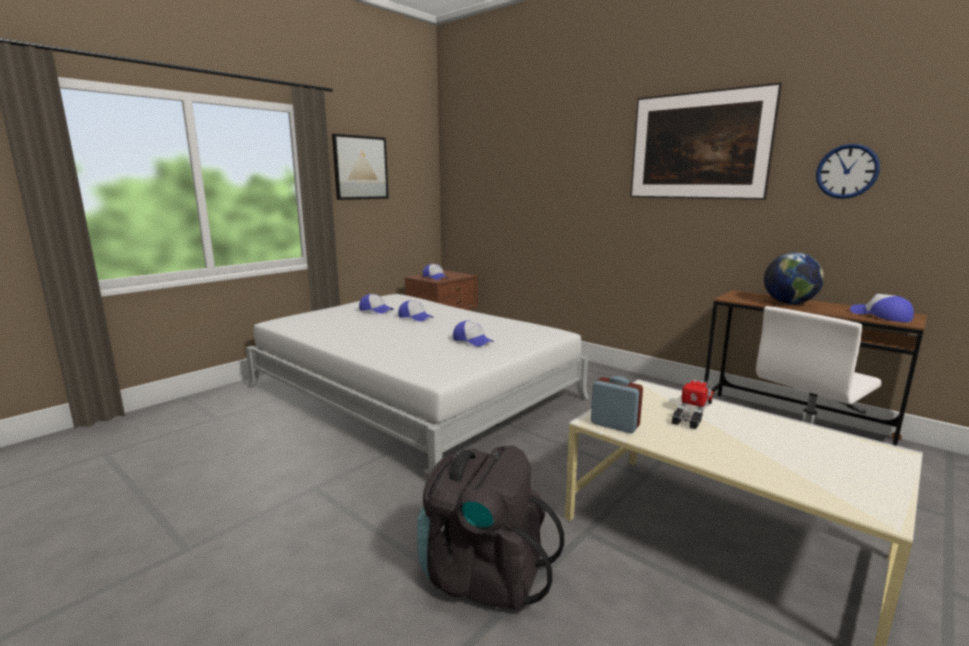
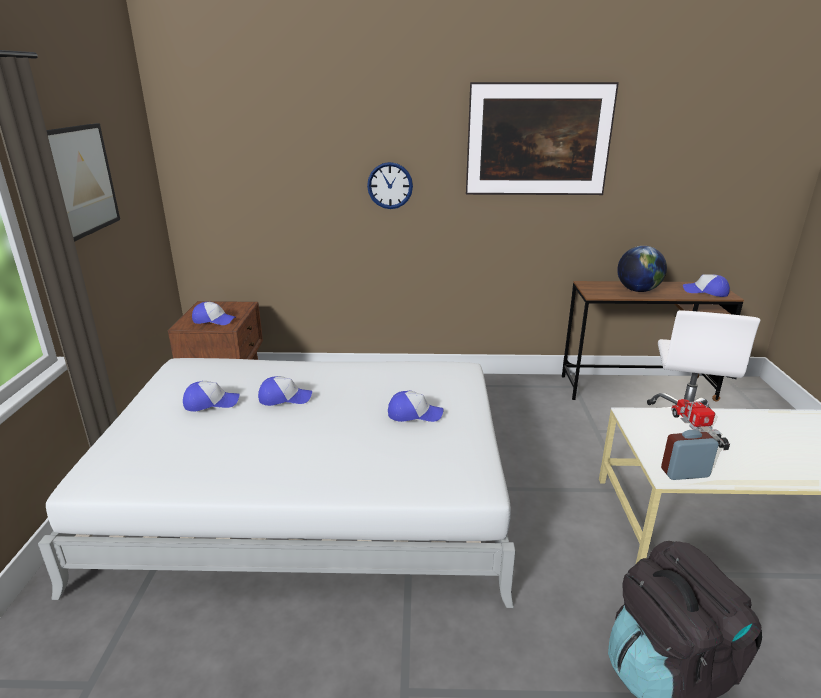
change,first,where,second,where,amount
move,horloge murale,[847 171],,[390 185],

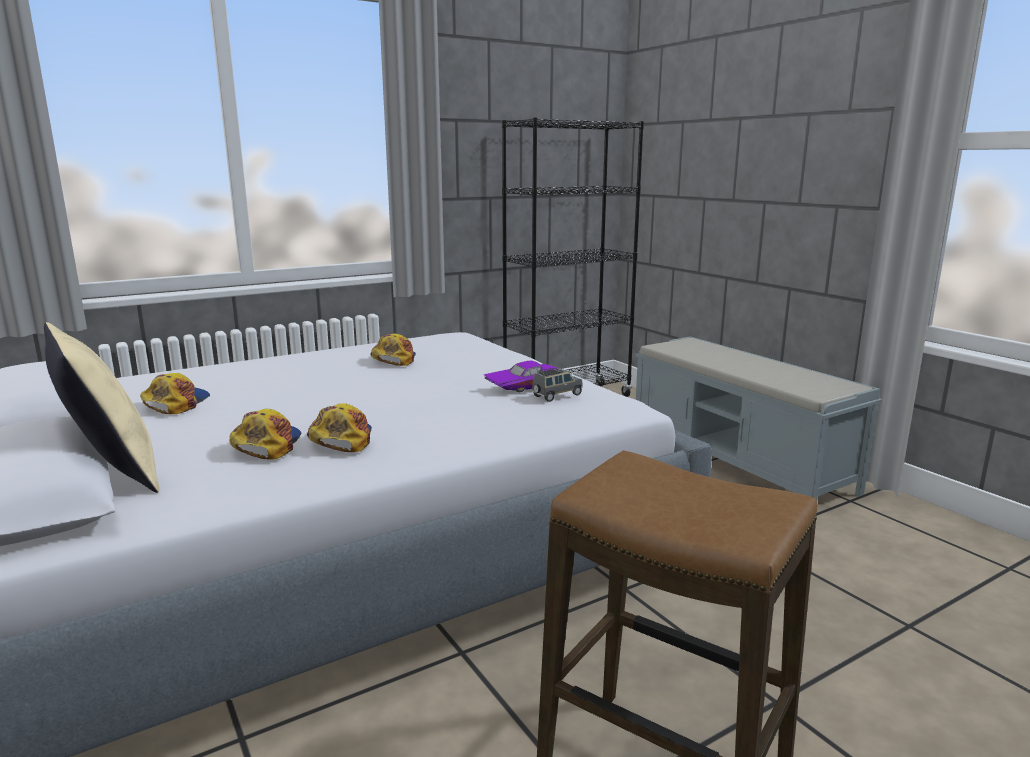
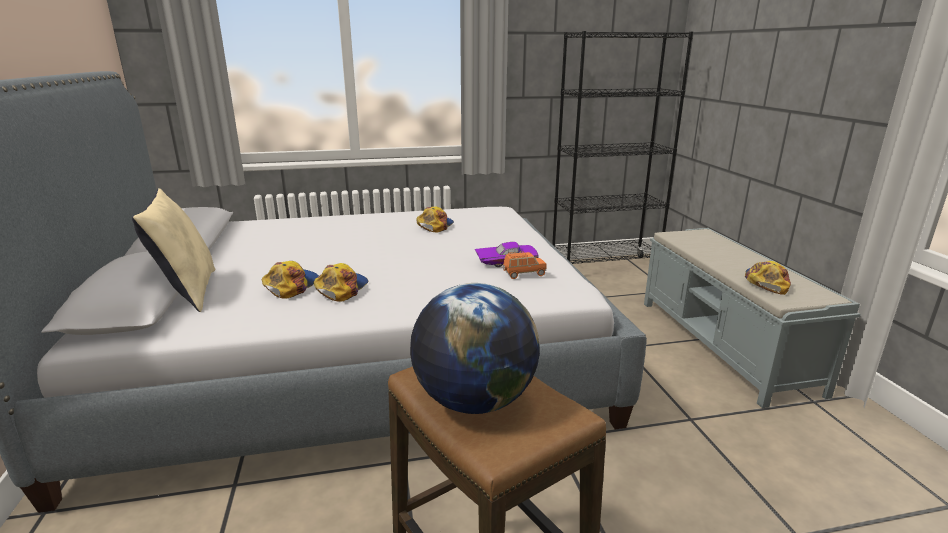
change,first,where,second,where,amount
insert,,,globe,[474 401],
recolor,petite voiture (gris),[556 396],petite voiture (orange),[523 274],
move,casquette,[176 403],,[765 283],

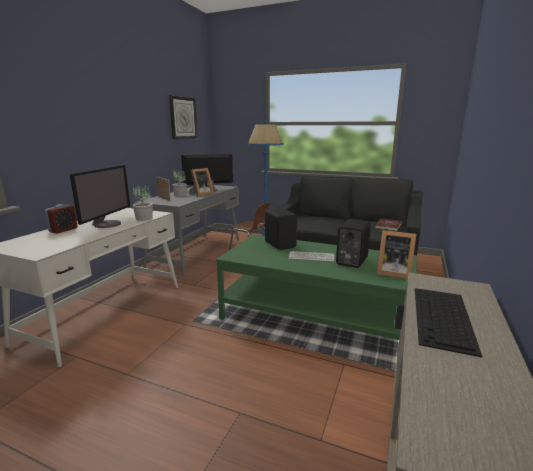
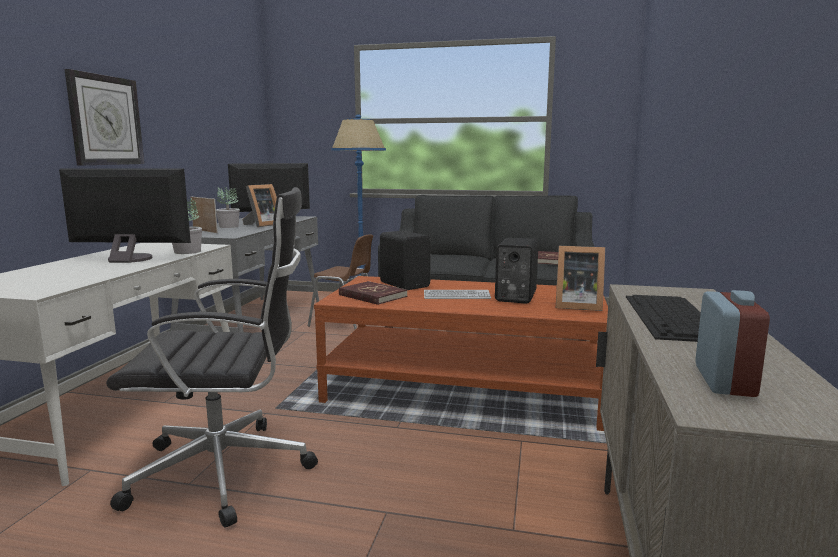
change,first,where,second,where,amount
rotate,écran d'ordinateur,[107 224],,[129 259],90 degrees counterclockwise
move,horloge murale,[183 118],,[105 120],
insert,,,chaise de bureau (noir),[227 472],
recolor,table basse (vert),[315 317],table basse (marron),[464 389],
insert,,,livre (rouge),[372 296],
move,réveil,[63 230],,[724 381],

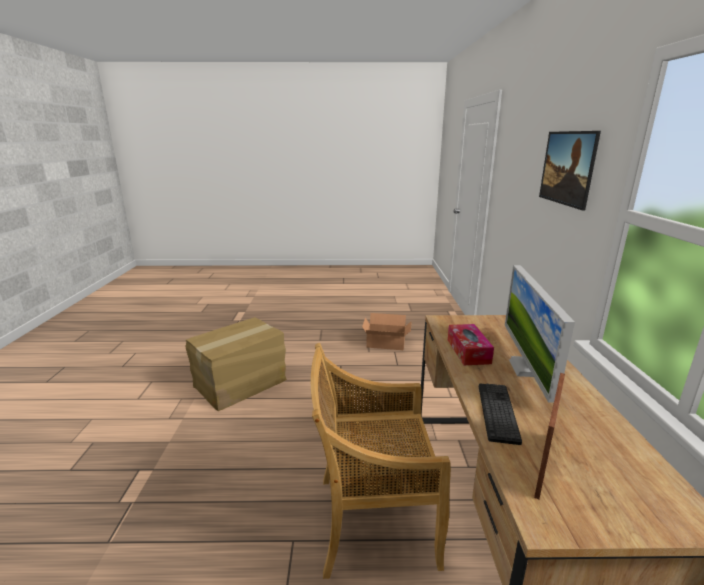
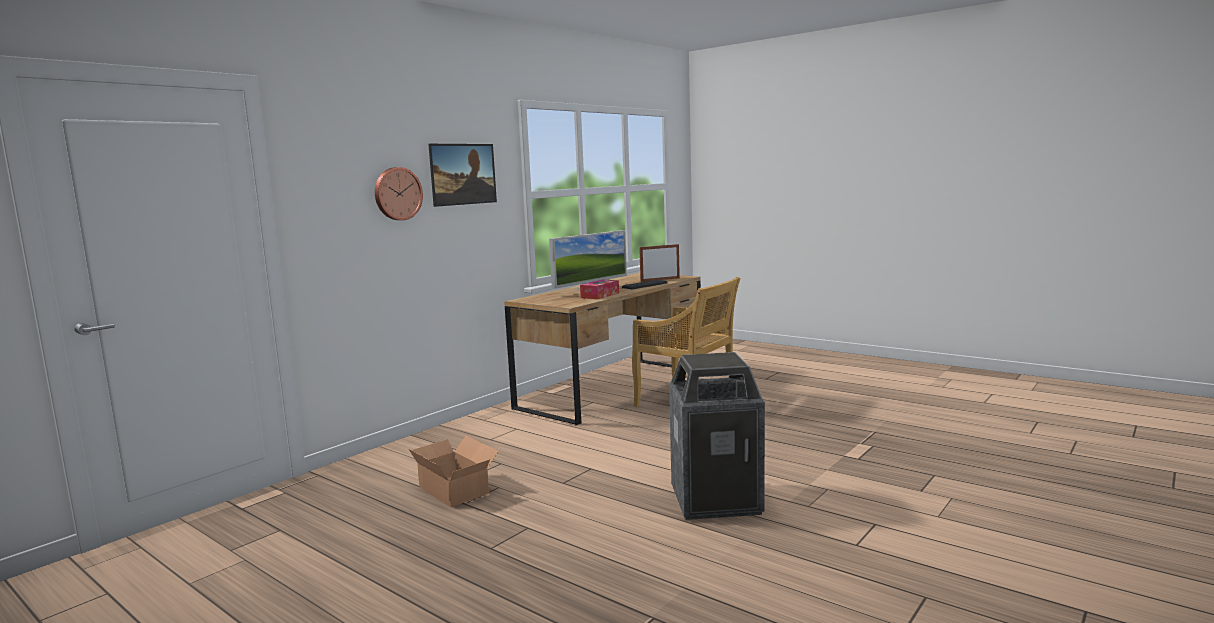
change,first,where,second,where,amount
insert,,,horloge murale,[397 193],
replace,carton,[241 383],poubelle,[716 500],

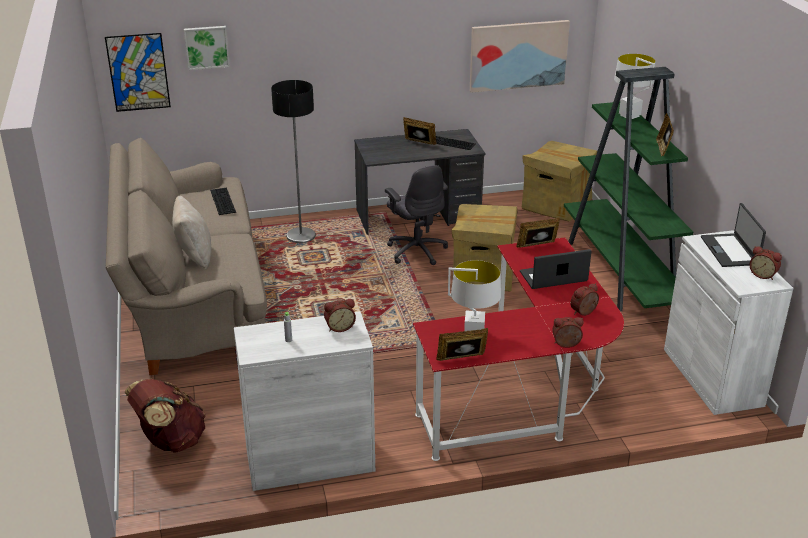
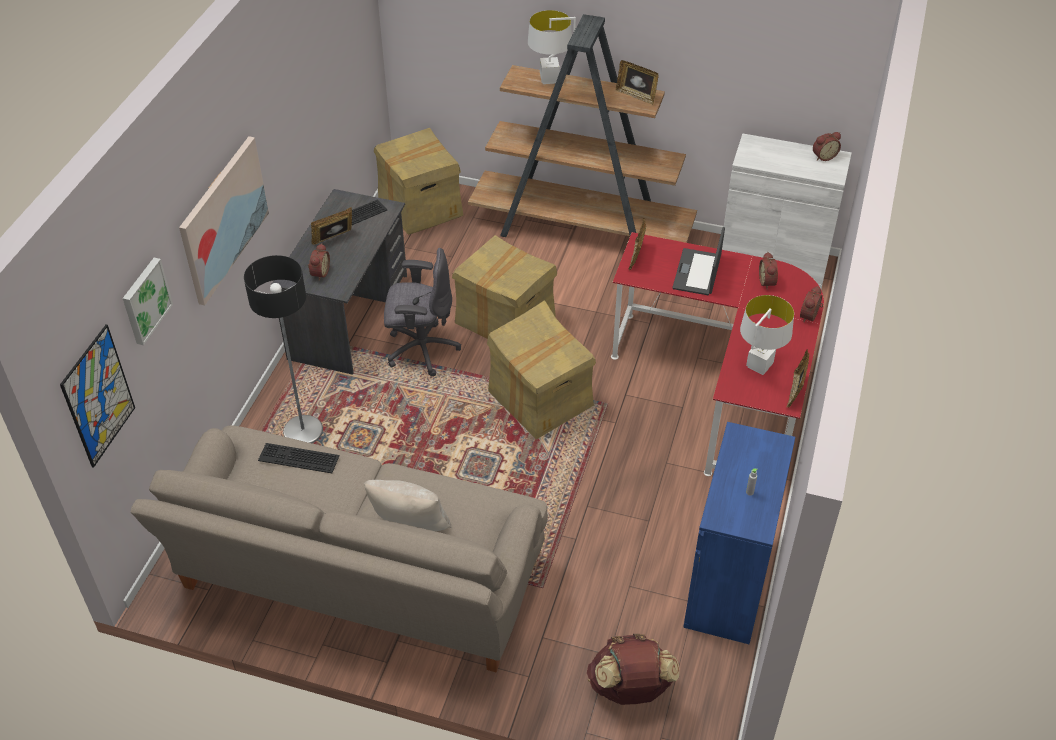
change,first,where,second,where,amount
move,tableau,[518 55],,[223 219],
move,réveil,[339 327],,[319 273],
recolor,bibliothèque (vert),[621 273],bibliothèque (marron),[581 230],
insert,,,carton,[540 398],
recolor,meuble de rangement (blanc),[310 460],meuble de rangement (bleu),[728 582],
delete,ordinateur portable,[730 250],,,

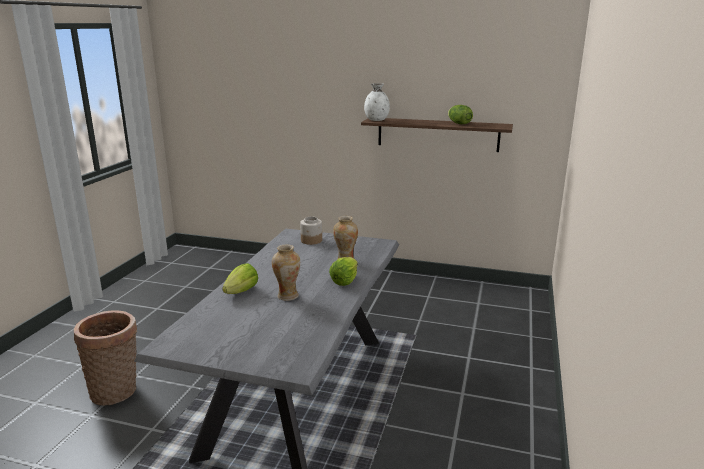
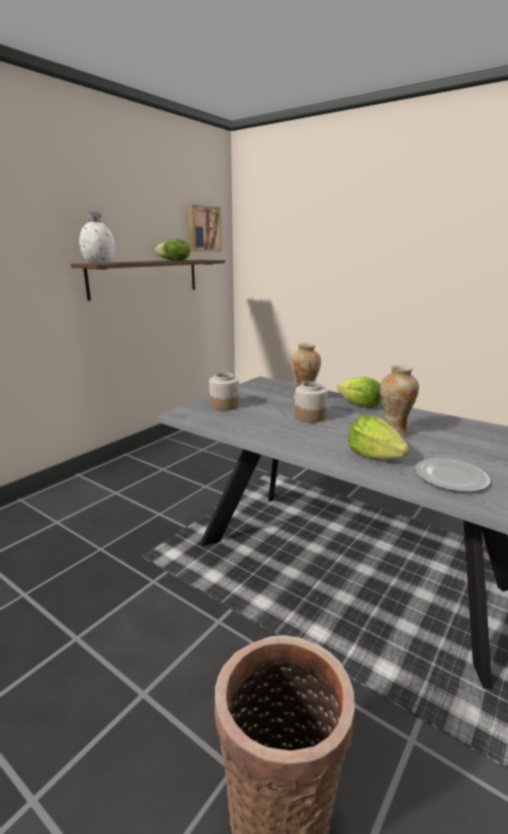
change,first,where,second,where,amount
insert,,,tableau,[203 229],
insert,,,bocal,[310 417],
insert,,,assiette,[449 477],

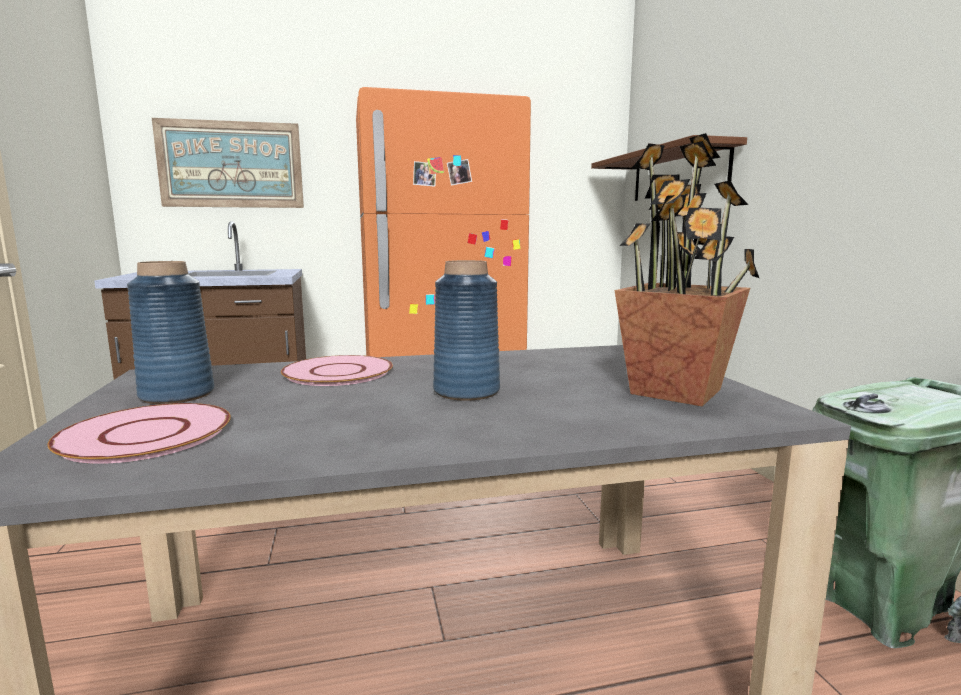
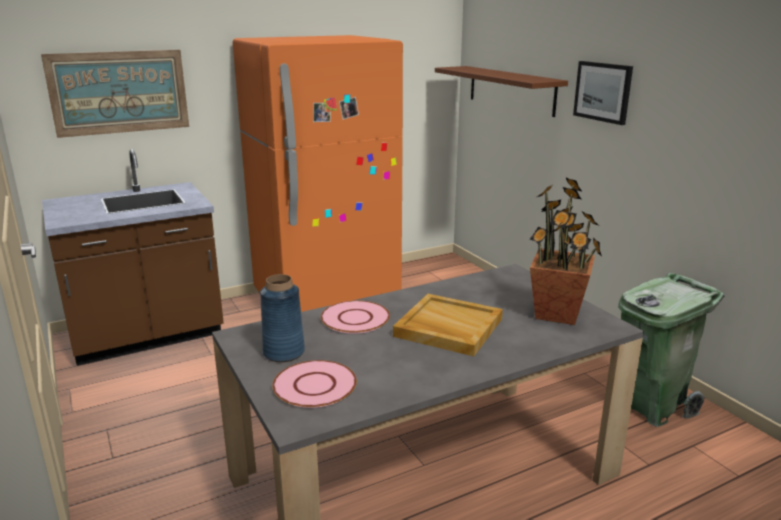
change,first,where,second,where,amount
replace,vase (bleu),[466 391],plateau (beige),[447 328],
insert,,,tableau,[603 92],

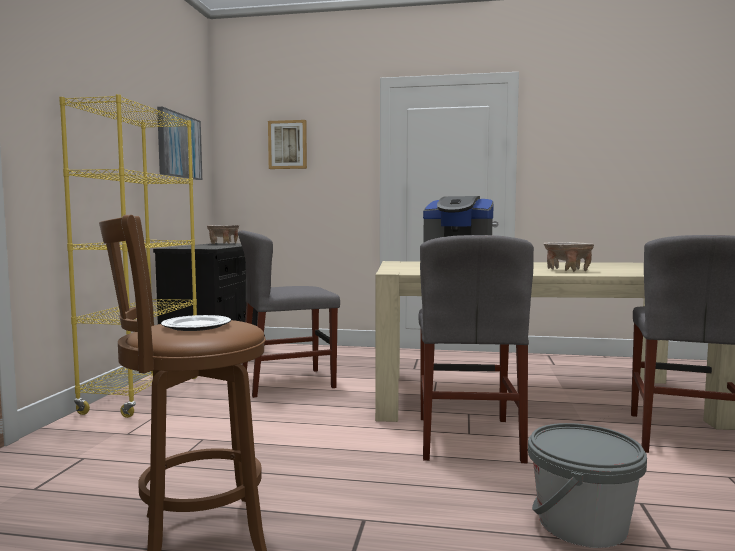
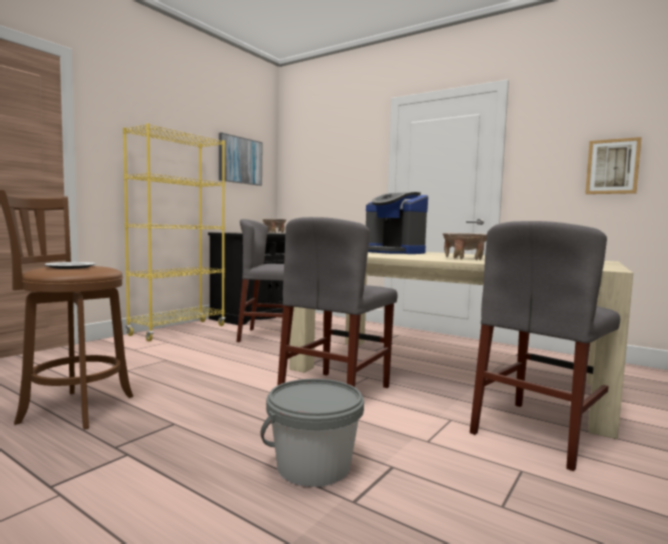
change,first,where,second,where,amount
move,tableau,[287 145],,[612 167],

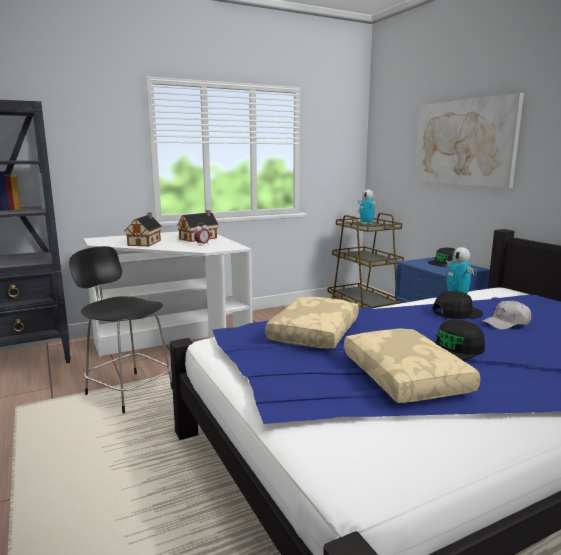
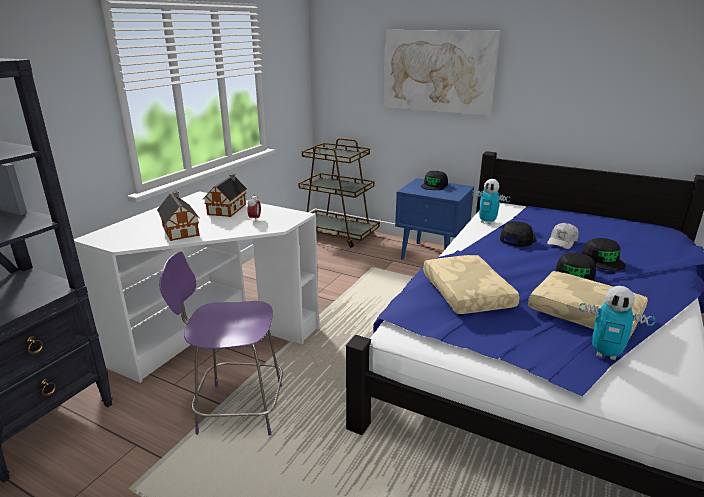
change,first,where,second,where,amount
recolor,chaise (noir),[128 391],chaise (violet),[237 409],
move,robot jouet,[366 224],,[605 354],
insert,,,casquette (noir),[603 260],

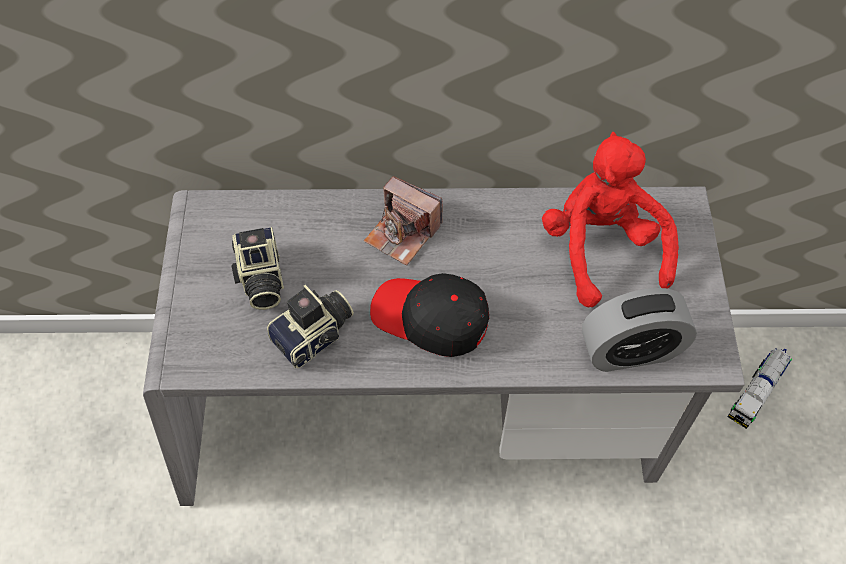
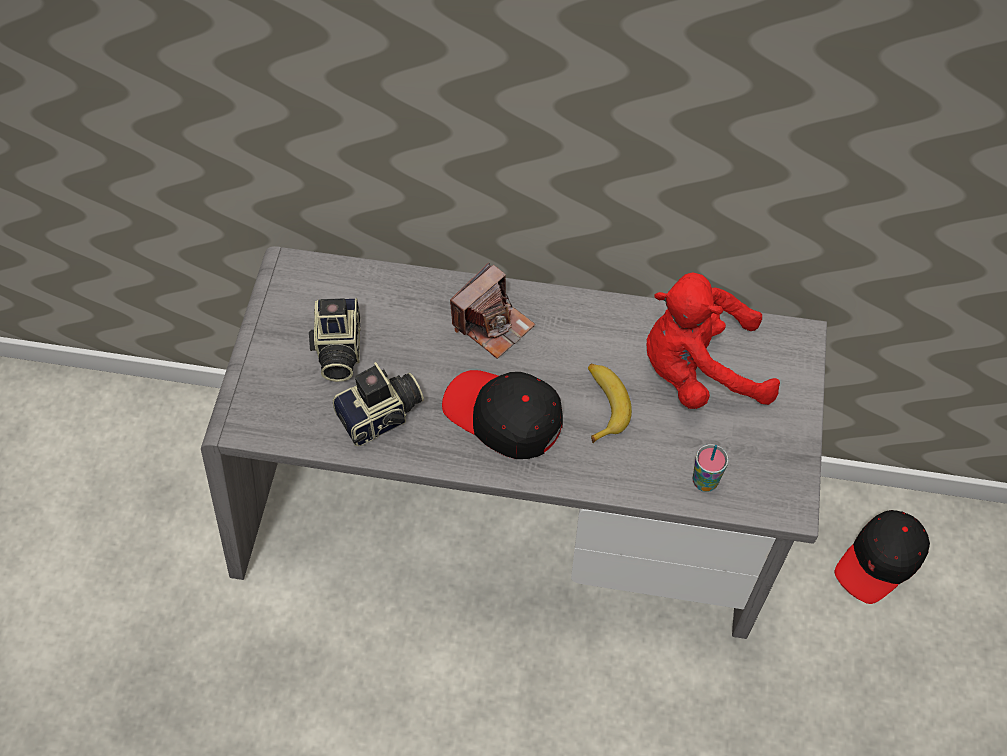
change,first,where,second,where,amount
rotate,appareil photo,[403 233],,[492 324],90 degrees counterclockwise
insert,,,banane,[602 404],
rotate,peluche (rouge),[601 248],,[698 371],90 degrees counterclockwise
replace,réveil,[630 350],tasse,[704 482],
replace,camion jouet,[755 393],casquette (noir),[880 560],

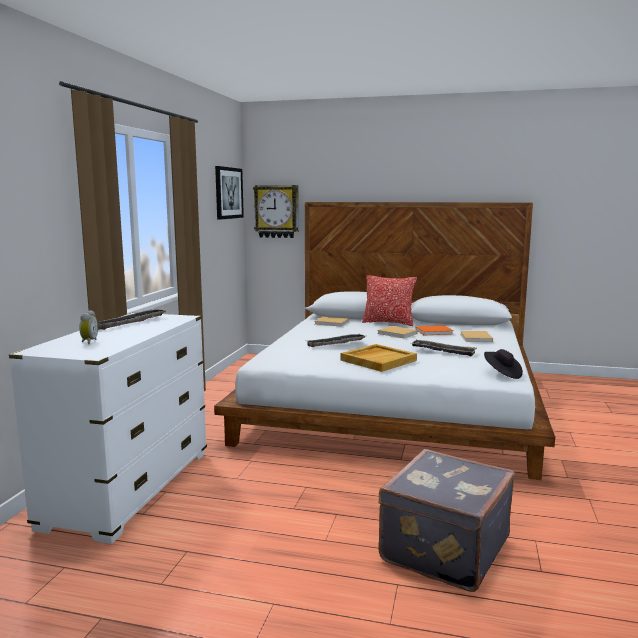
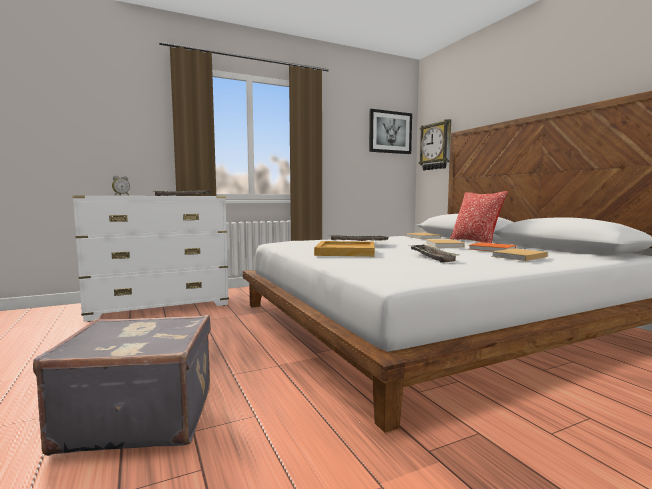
change,first,where,second,where,amount
delete,chapeau (noir),[502 374],,,

